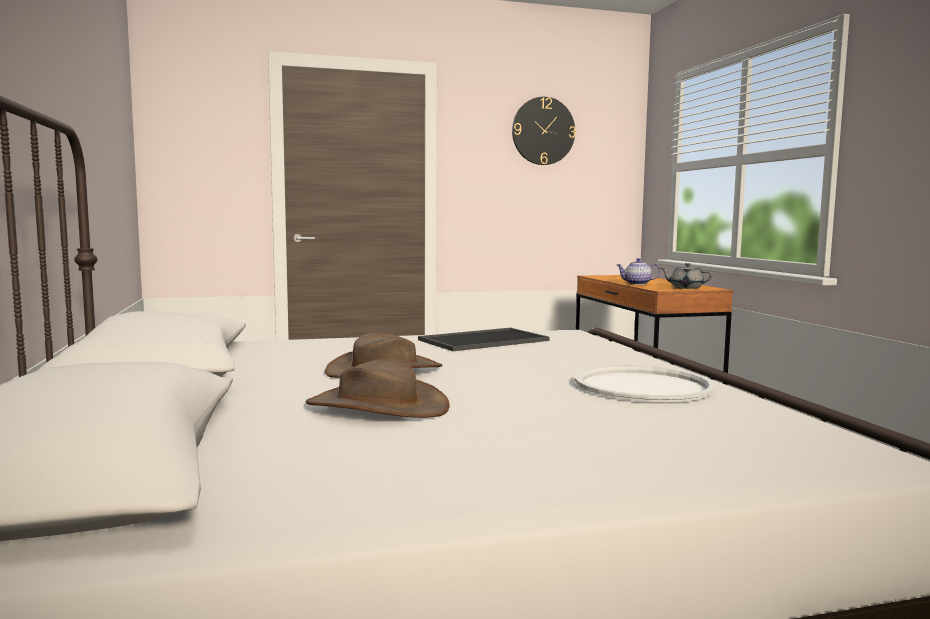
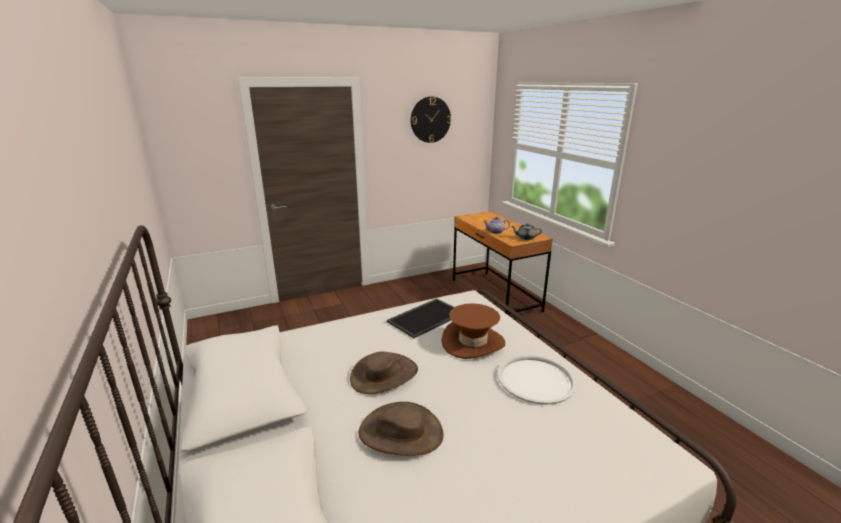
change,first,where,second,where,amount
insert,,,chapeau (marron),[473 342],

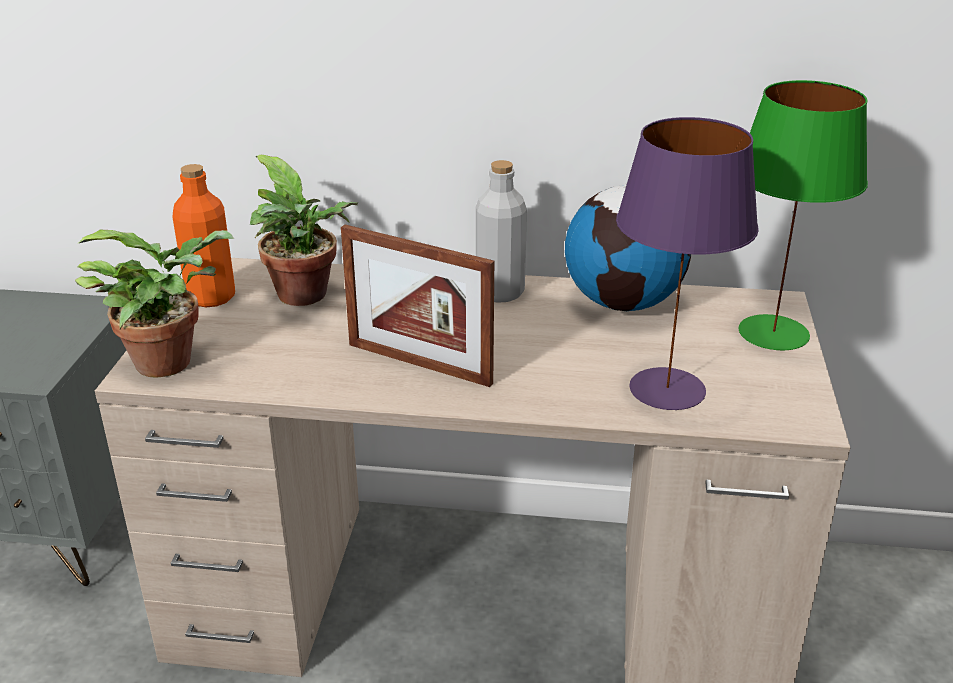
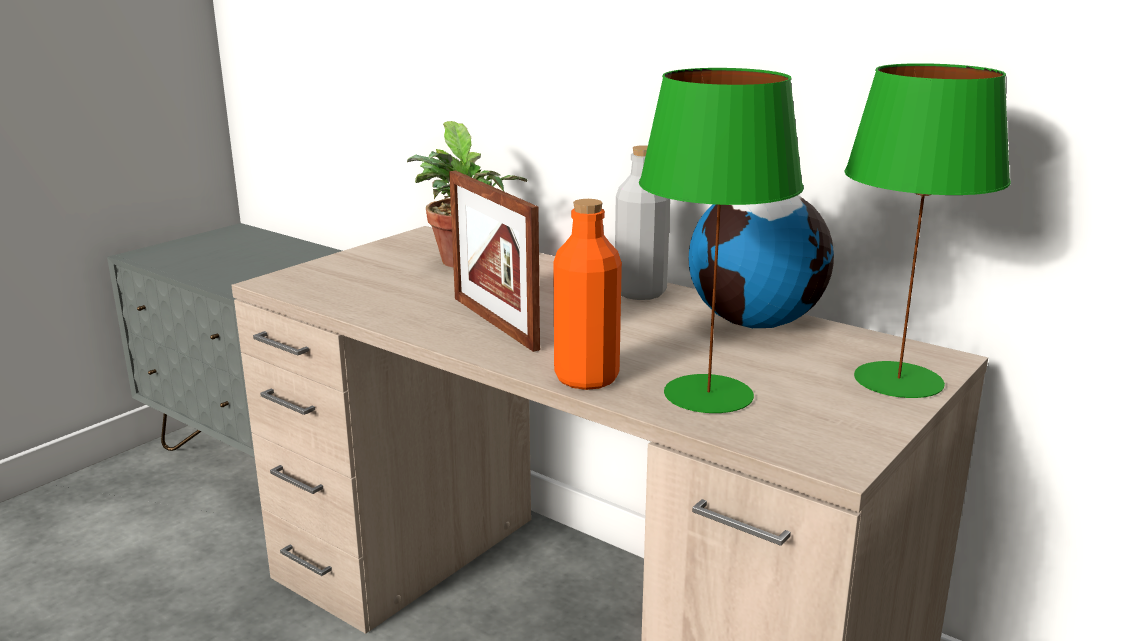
change,first,where,second,where,amount
move,bouteille (orange),[211 297],,[586 378],
recolor,lampe de table (violet),[667 388],lampe de table (vert),[709 393],
delete,plante en pot,[171 361],,,

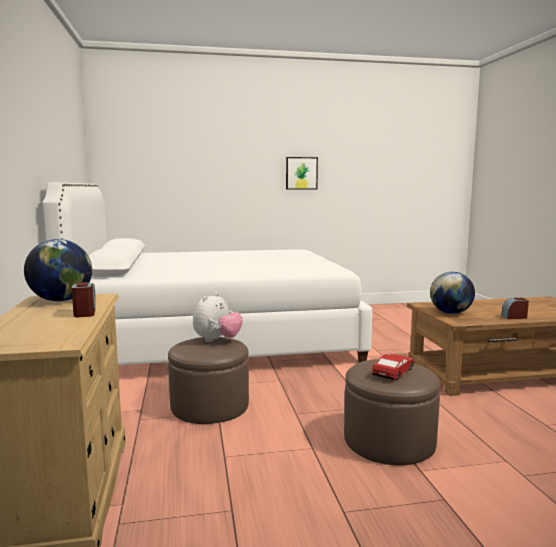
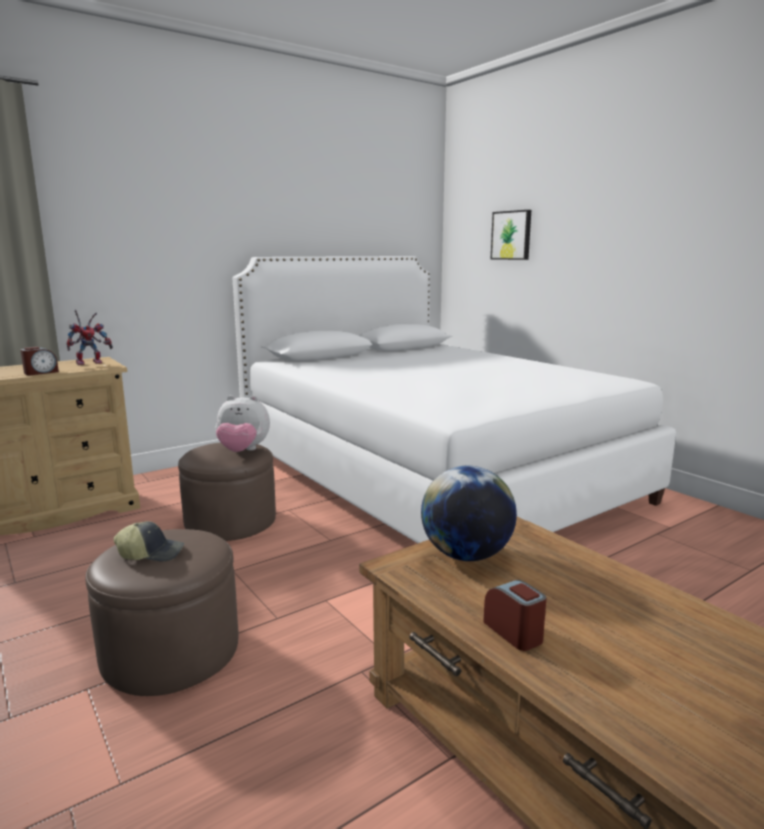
change,first,where,second,where,amount
replace,globe,[61 300],robot jouet,[91 363],
replace,petite voiture,[393 372],casquette,[152 553],
move,tableau,[301 173],,[511 235],

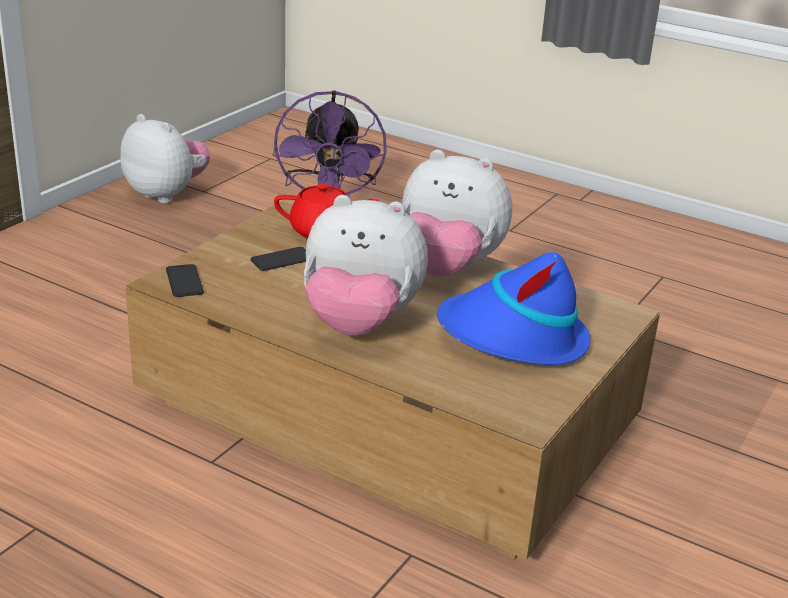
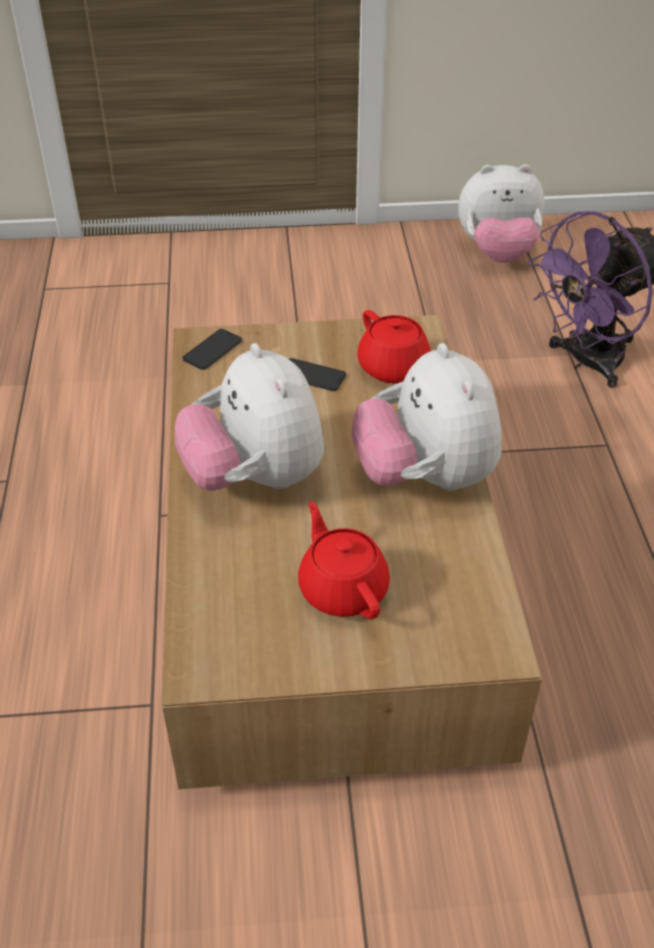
change,first,where,second,where,amount
replace,chapeau (bleu),[513 338],théière (rouge),[342 588],
rotate,peluche,[167 194],,[497 253],90 degrees clockwise

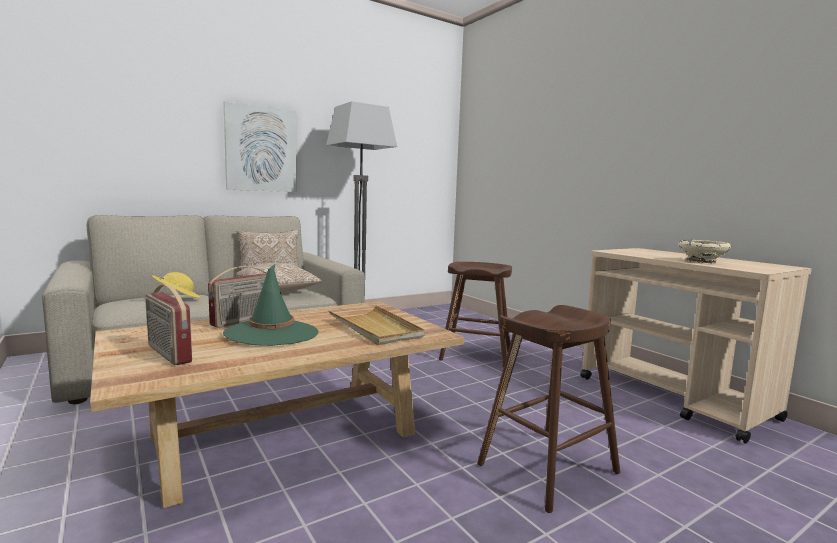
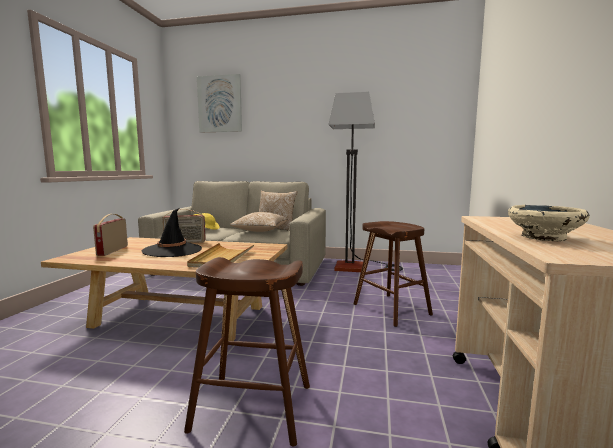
change,first,where,second,where,amount
recolor,chapeau (vert),[272 333],chapeau (noir),[172 250],
move,tableau,[261 149],,[220 104],

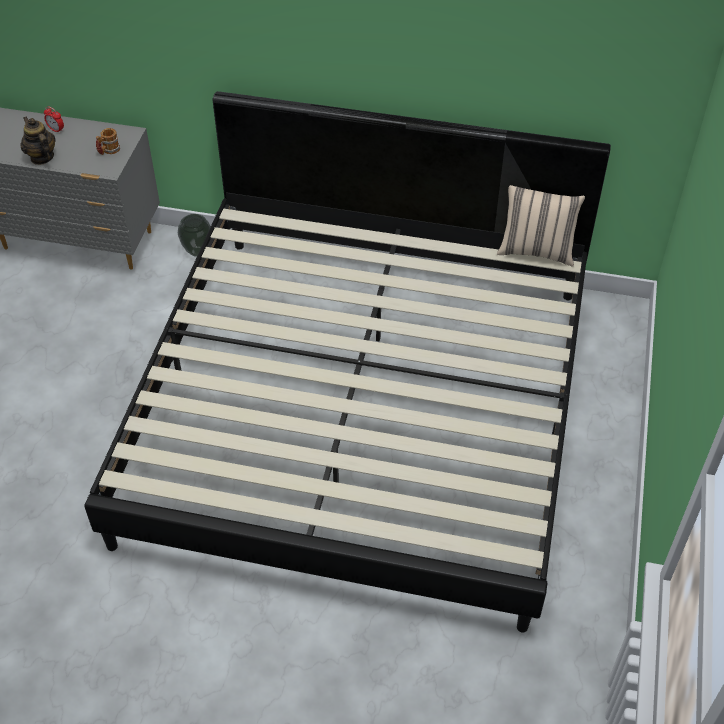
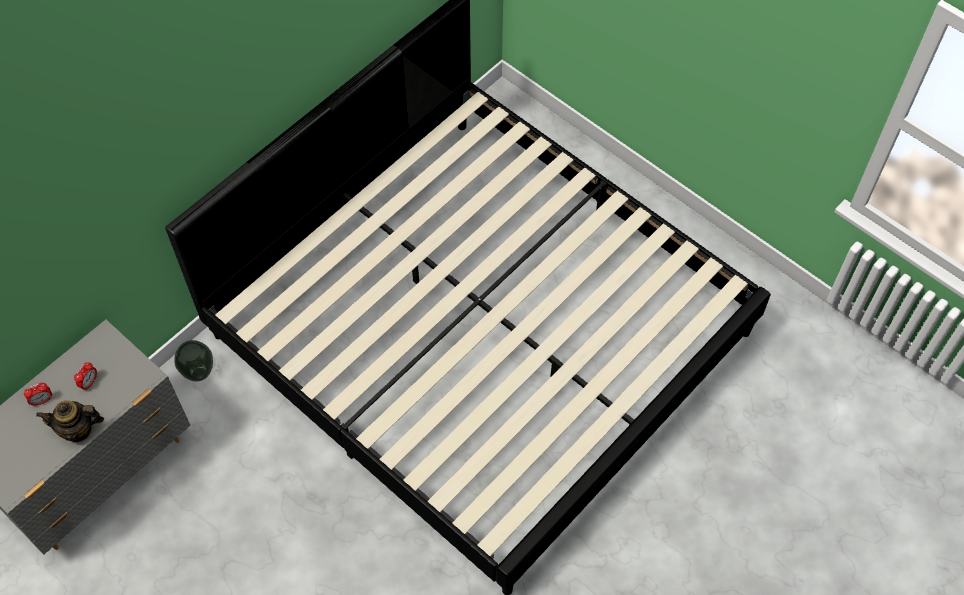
change,first,where,second,where,amount
insert,,,réveil,[89 382],
delete,mug,[108 151],,,
delete,coussin (beige),[536 250],,,

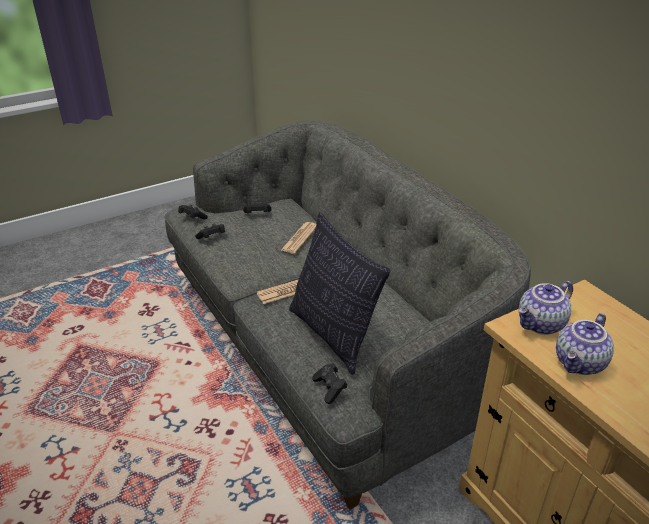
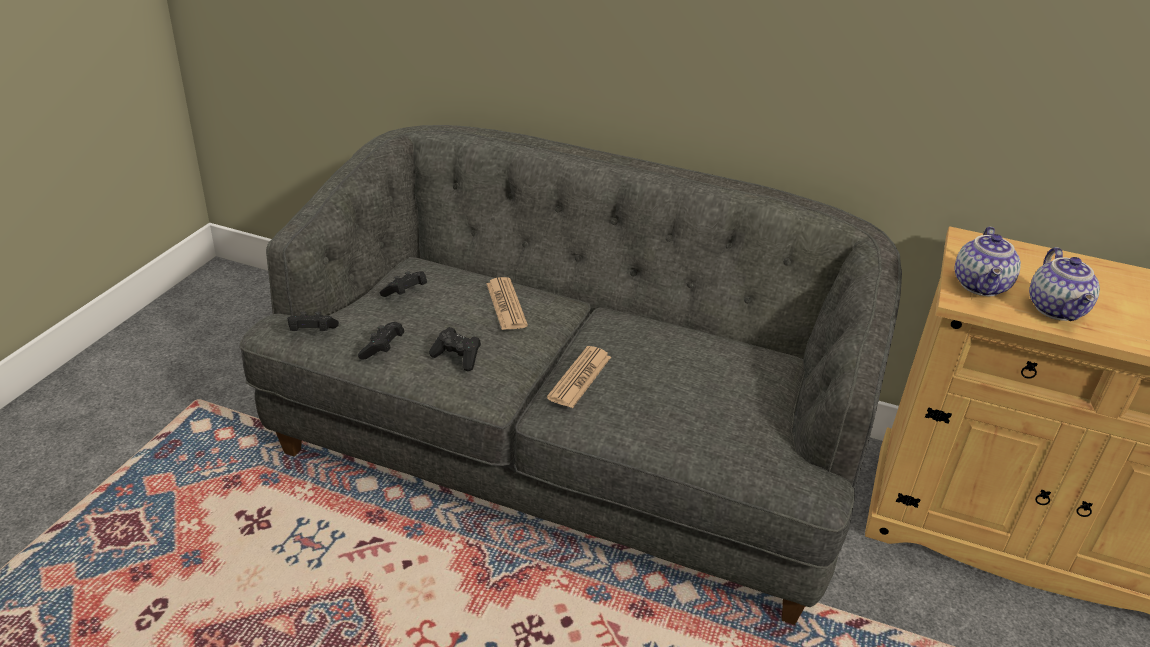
change,first,where,second,where,amount
move,manette (noir),[330 388],,[457 357],
delete,coussin,[333 334],,,

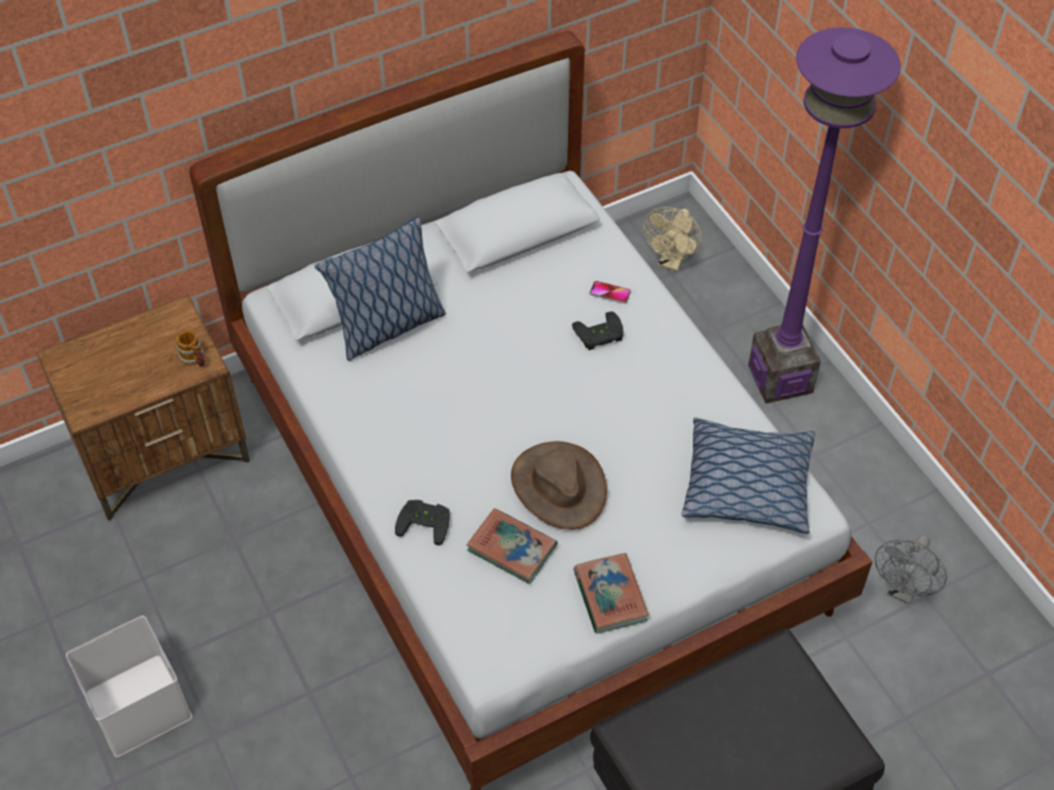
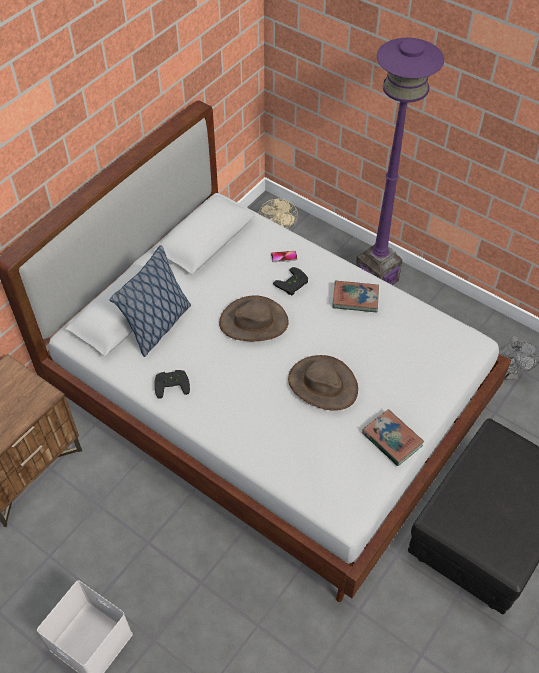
change,first,where,second,where,amount
move,manette (noir),[425 521],,[172 383],
insert,,,chapeau (marron),[254 322],
move,livre,[512 548],,[355 298],
delete,mug,[194 359],,,
delete,coussin,[747 485],,,

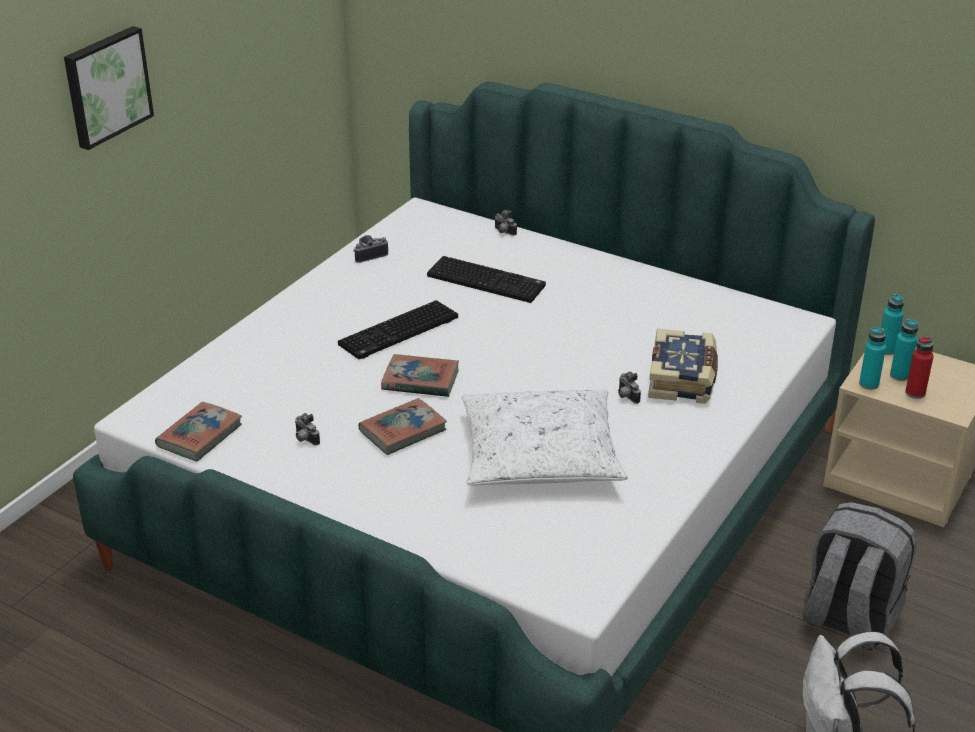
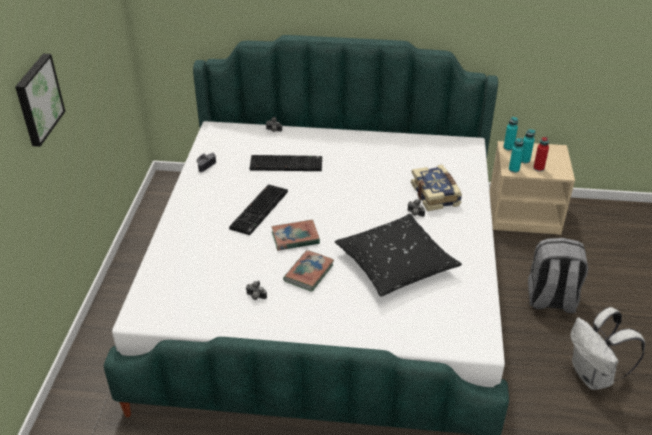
change,first,where,second,where,amount
recolor,coussin (blanc),[540 454],coussin (noir),[395 263],
delete,livre,[200 436],,,

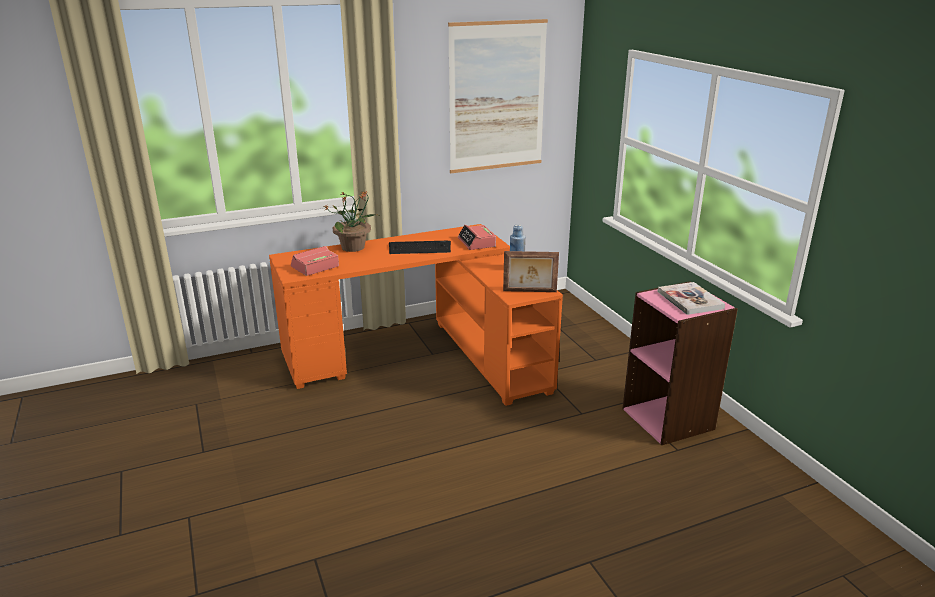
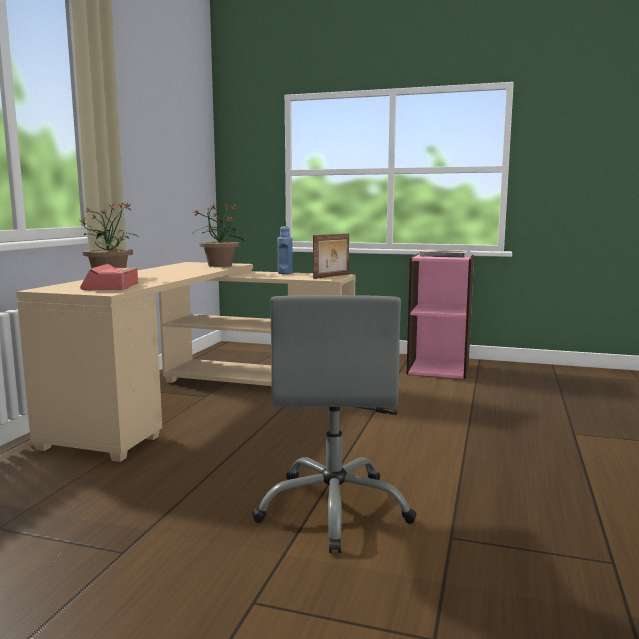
change,first,where,second,where,amount
recolor,bureau (orange),[425 356],bureau (beige),[201 399],
replace,réveil,[477 243],plante en pot,[219 265],
insert,,,chaise de bureau (gris),[334 509],
delete,clavier,[420 248],,,
delete,tableau,[497 97],,,

